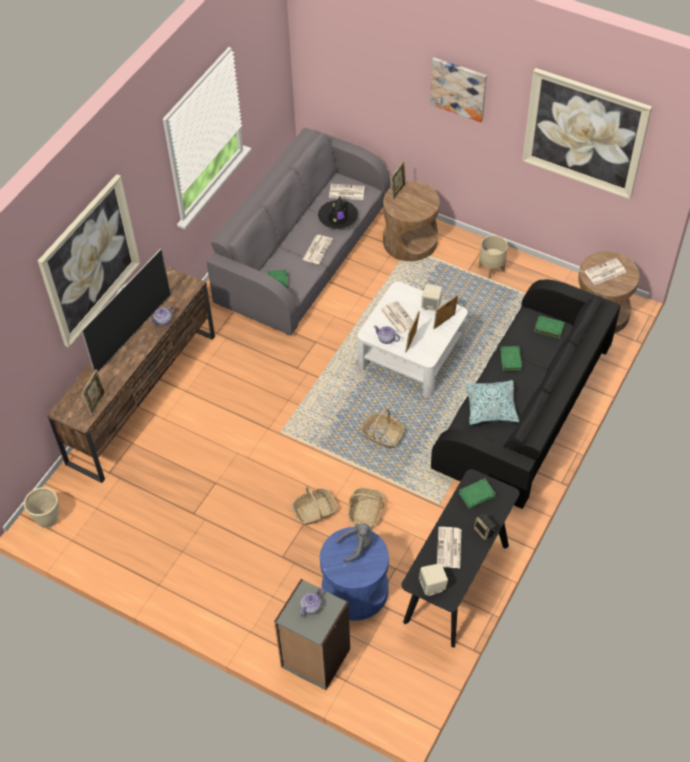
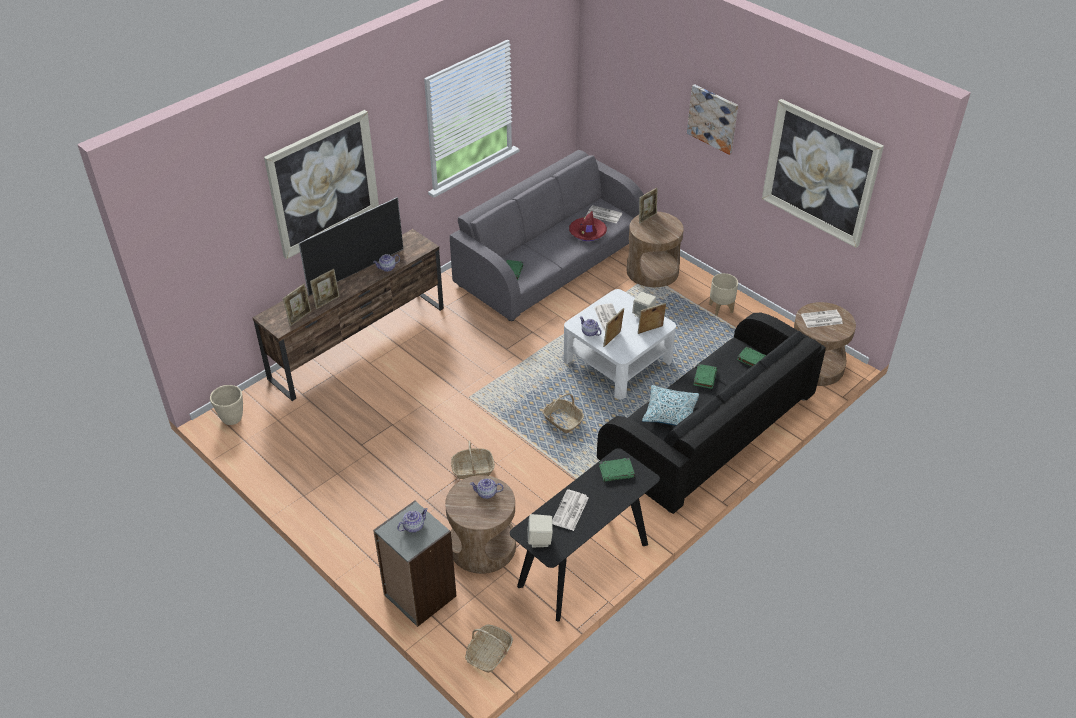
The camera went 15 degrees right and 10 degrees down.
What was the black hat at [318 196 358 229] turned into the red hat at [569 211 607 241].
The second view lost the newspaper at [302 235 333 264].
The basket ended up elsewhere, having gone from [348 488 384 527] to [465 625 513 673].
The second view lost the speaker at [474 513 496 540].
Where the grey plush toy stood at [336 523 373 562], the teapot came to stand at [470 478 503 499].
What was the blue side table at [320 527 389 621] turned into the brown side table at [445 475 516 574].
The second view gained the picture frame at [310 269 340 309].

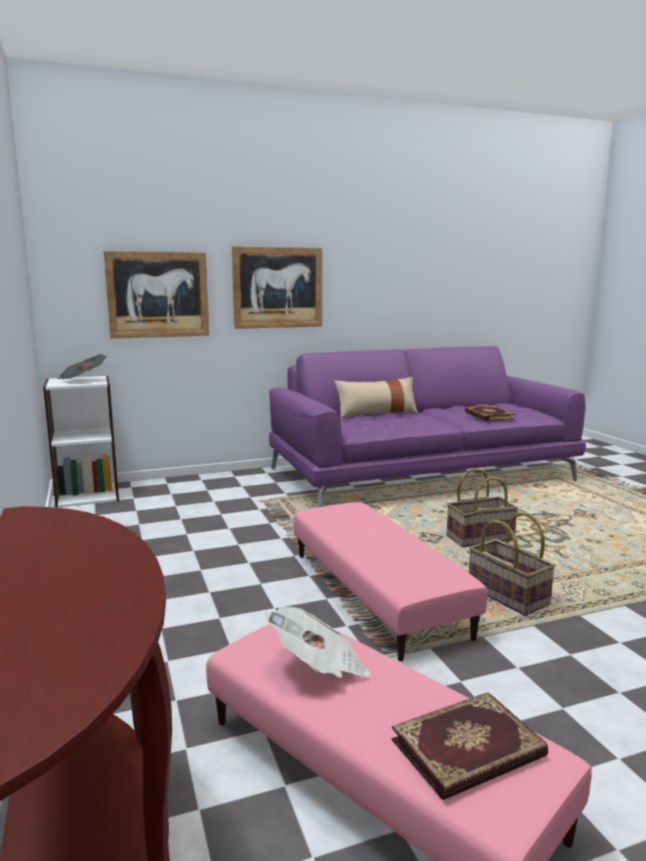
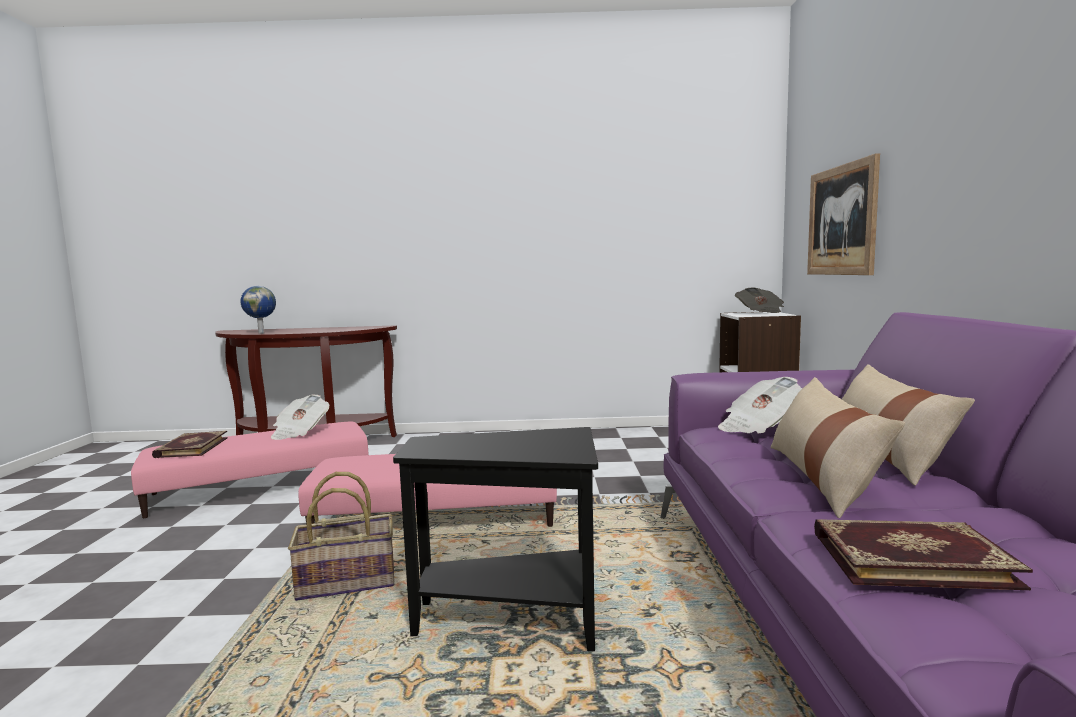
The camera went 110 degrees right and 5 degrees down.
The second view lost the picture at [232 246 322 329].
Where the basket stood at [447 468 518 547], the black side table came to stand at [393 427 598 651].
The second view gained the globe at [241 286 276 333].
The second view gained the newspaper at [718 377 802 434].
The second view gained the beige pillow at [771 377 905 518].

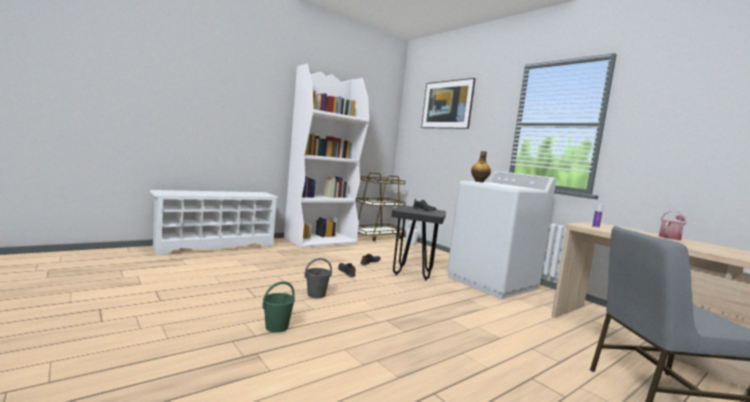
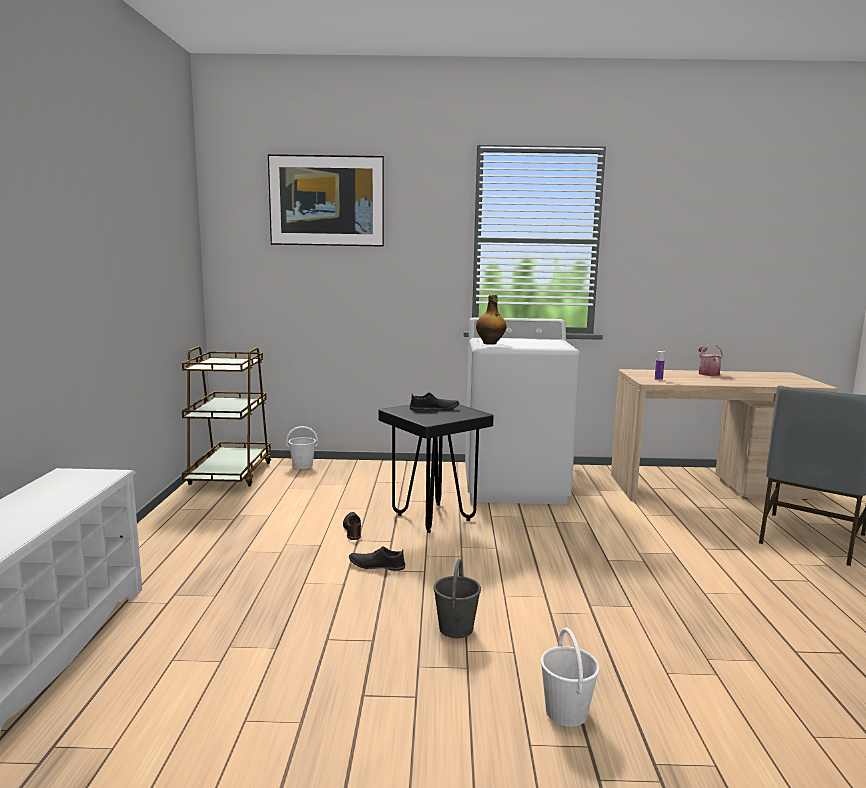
The camera went 50 degrees left and 5 degrees up.
The second view lost the white bookcase at [284 64 369 248].
What was the green bucket at [262 281 295 333] turned into the white bucket at [540 627 600 727].

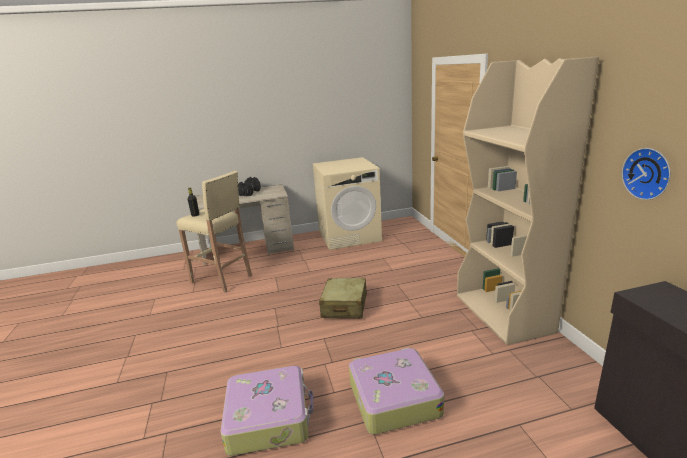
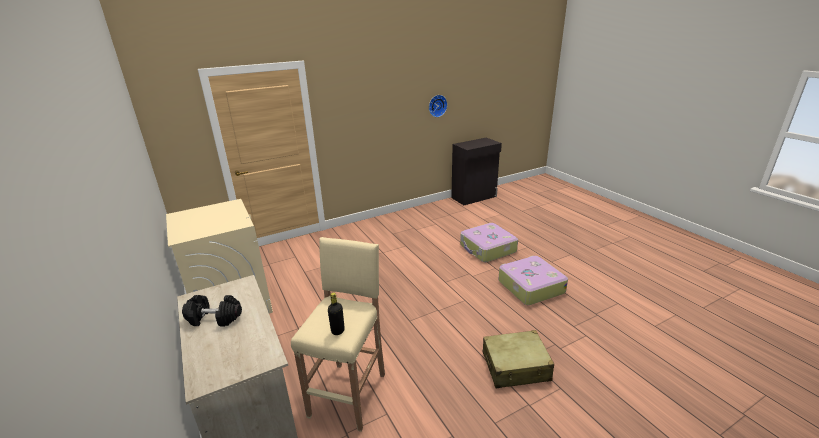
The camera went 105 degrees left and 5 degrees up.
The second view lost the beige bookcase at [457 56 599 345].
The beige suitcase ended up elsewhere, having gone from [319 278 367 319] to [483 330 554 388].

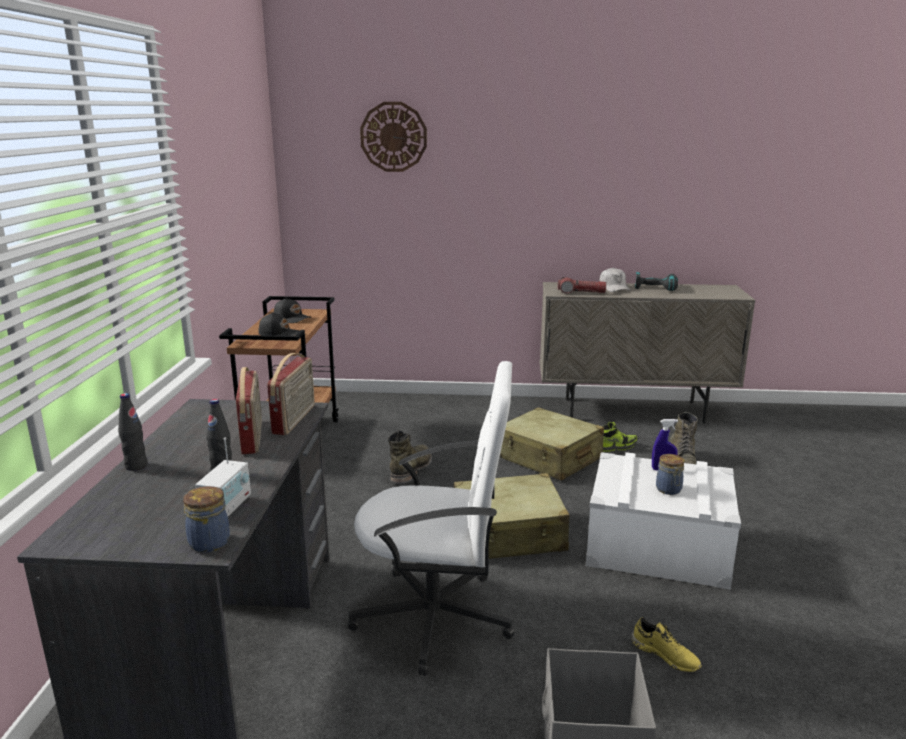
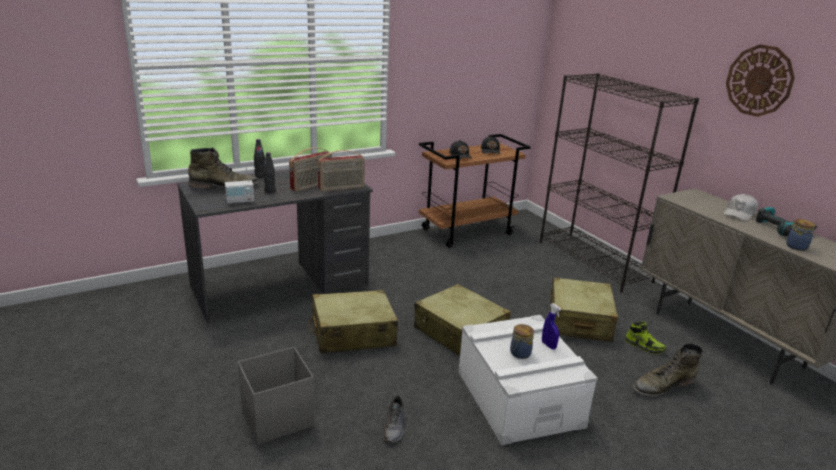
The camera went 55 degrees right and 5 degrees up.
The wall clock ended up elsewhere, having gone from [360 102 427 172] to [726 44 795 117].
The second view lost the flashlight at [558 277 606 294].
Where the white office chair stood at [348 361 515 676], the beige suitcase came to stand at [308 290 398 353].
The green boot ended up elsewhere, having gone from [388 430 432 484] to [188 147 259 190].
The jar ended up elsewhere, having gone from [183 486 230 553] to [786 219 816 251].
What was the yellow shoe at [631 618 702 672] turned into the grey shoe at [383 396 404 443].
The second view gained the black bookcase at [540 73 699 292].

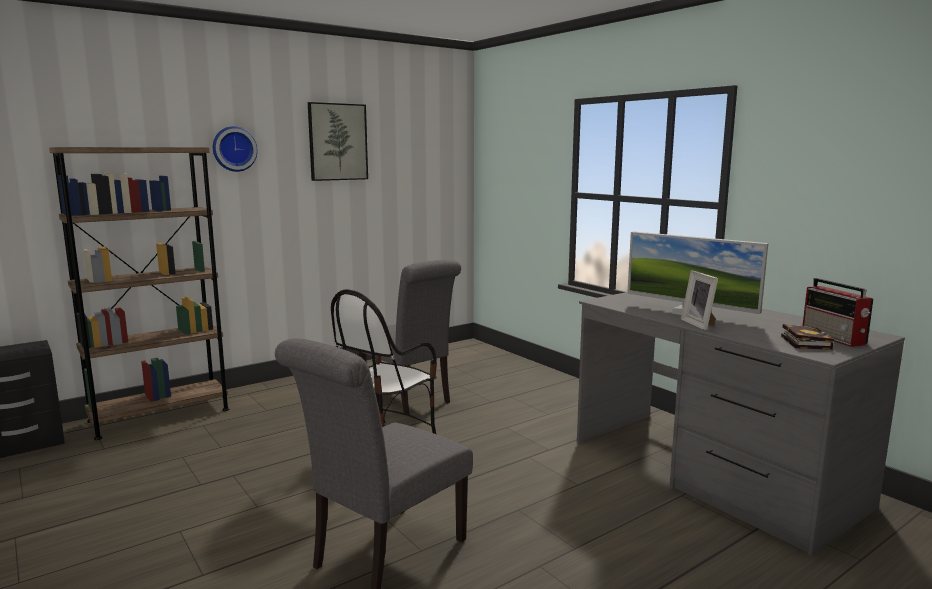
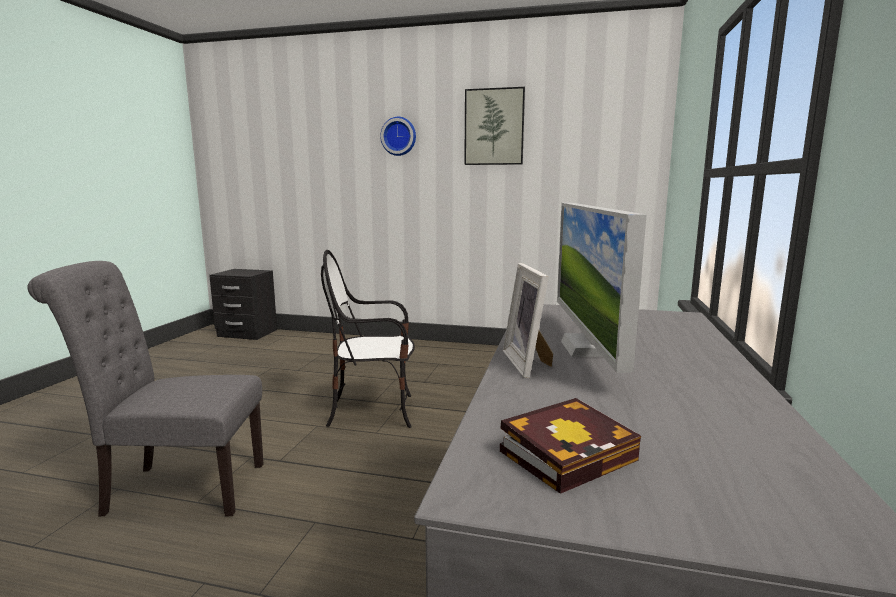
The camera went 50 degrees right and 0 degrees up.
The second view lost the brown bookcase at [49 147 230 440].
The second view lost the grey chair at [358 260 461 416].
The picture frame at [681 270 718 330] ended up facing another way, 45 degrees counterclockwise from before.
The second view lost the radio at [803 278 873 347].

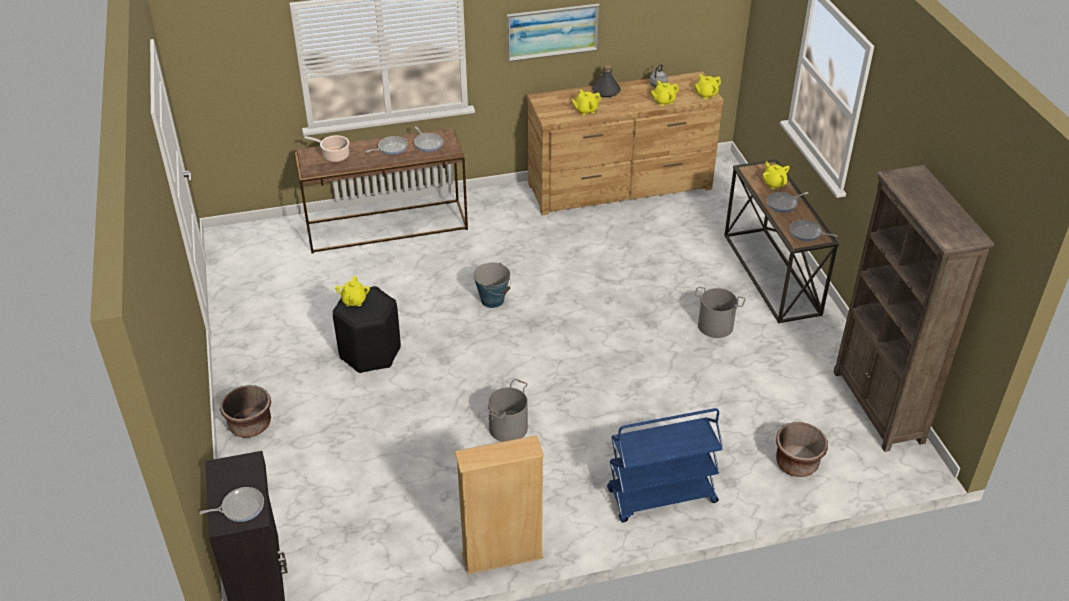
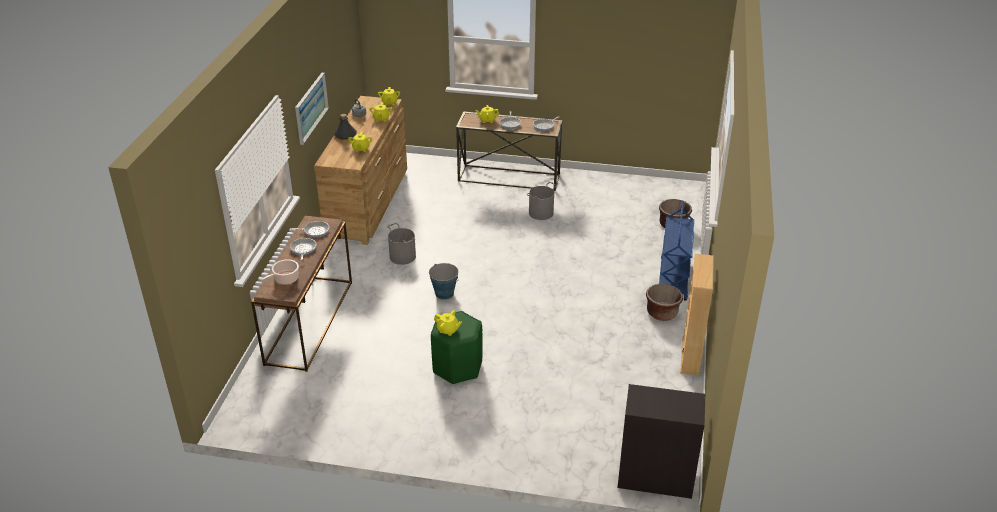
The camera went 65 degrees left and 5 degrees down.
The second view lost the brown bookcase at [834 165 994 452].
What was the black stool at [333 286 401 373] turned into the green stool at [431 311 482 384].
The grey bucket ended up elsewhere, having gone from [488 379 528 442] to [387 223 416 265].
The brown planter ended up elsewhere, having gone from [220 385 271 438] to [646 284 683 321].
The second view lost the frying pan at [199 487 264 522].

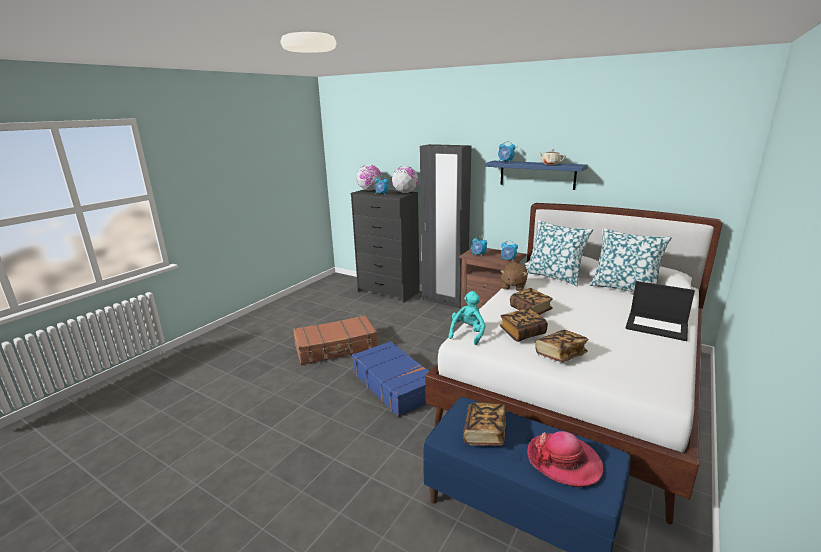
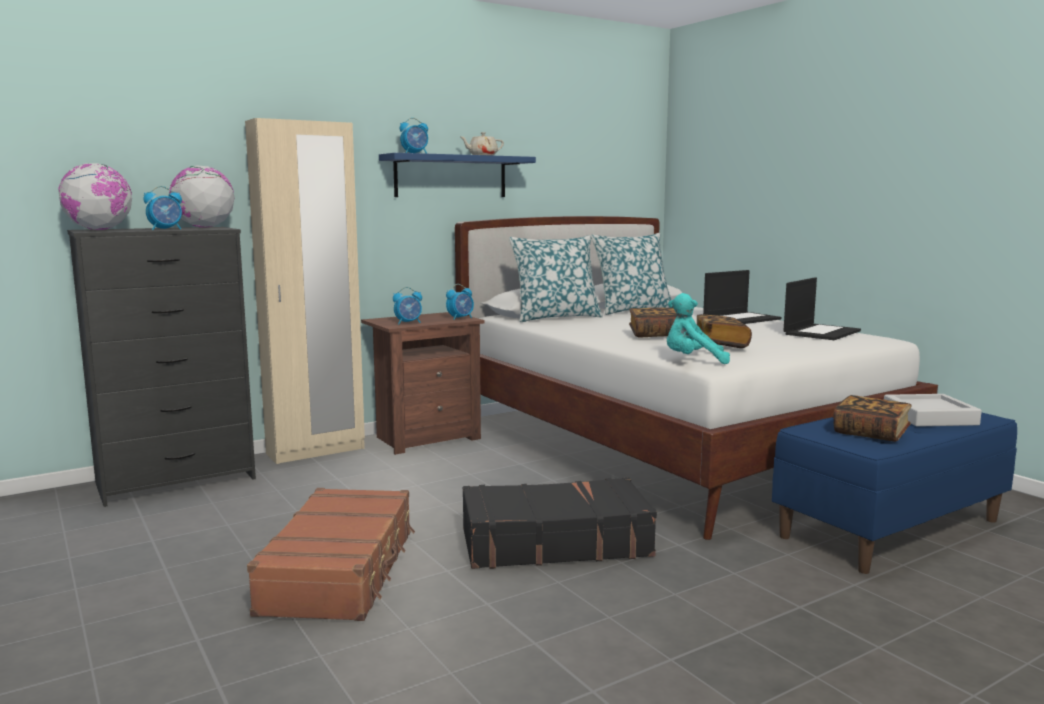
The camera went 65 degrees left and 10 degrees down.
What was the black wardrobe at [420 144 472 309] turned into the beige wardrobe at [245 118 365 464].
The second view lost the brown plush toy at [500 263 528 291].
The turquoise plush toy at [449 291 485 345] ended up facing another way, 45 degrees counterclockwise from before.
The second view lost the book at [535 330 588 362].
What was the blue suitcase at [352 341 430 417] turned into the black suitcase at [463 477 657 569].
Where the hat stood at [527 431 603 488], the grey tray came to stand at [884 394 982 427].
The second view gained the laptop at [783 278 861 340].

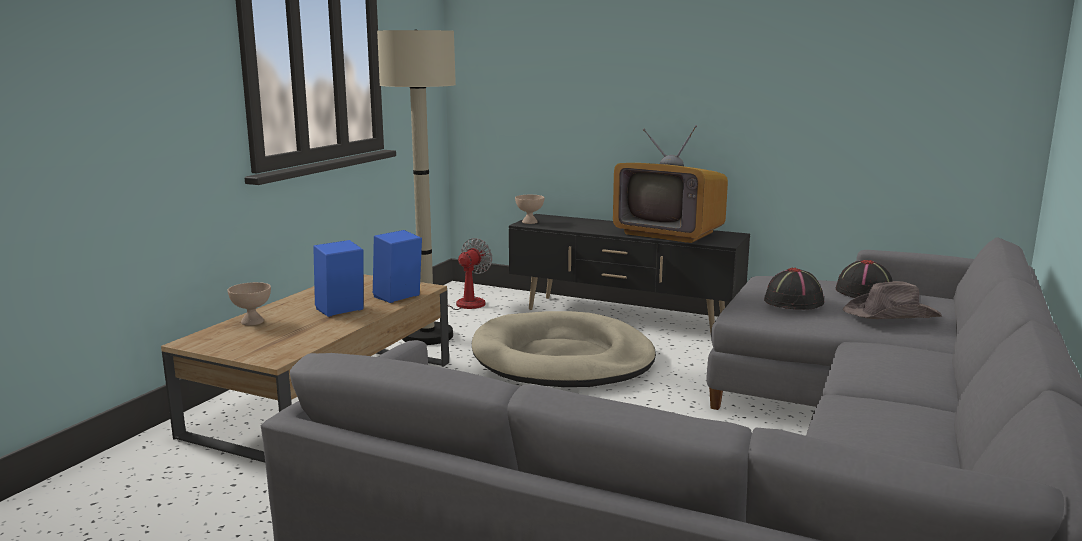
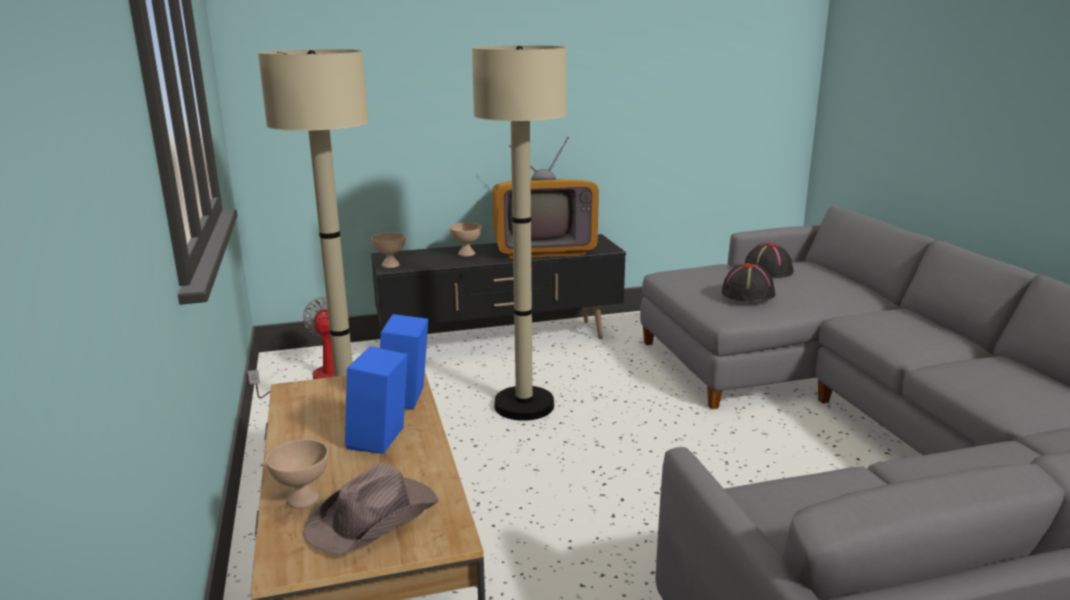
The camera went 40 degrees left and 5 degrees up.
The brown hat ended up elsewhere, having gone from [843 281 942 319] to [303 463 439 555].
Where the beige dog bed stood at [472 311 656 387], the beige floor lamp came to stand at [472 45 567 421].
The second view gained the beige bowl at [449 223 482 257].

